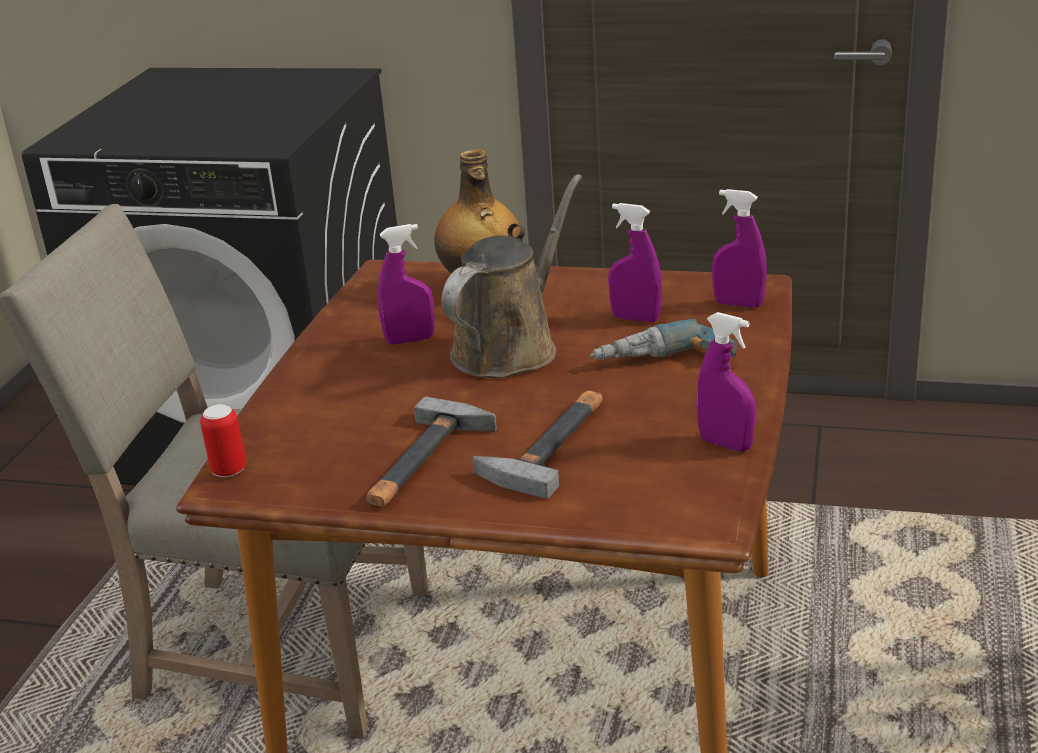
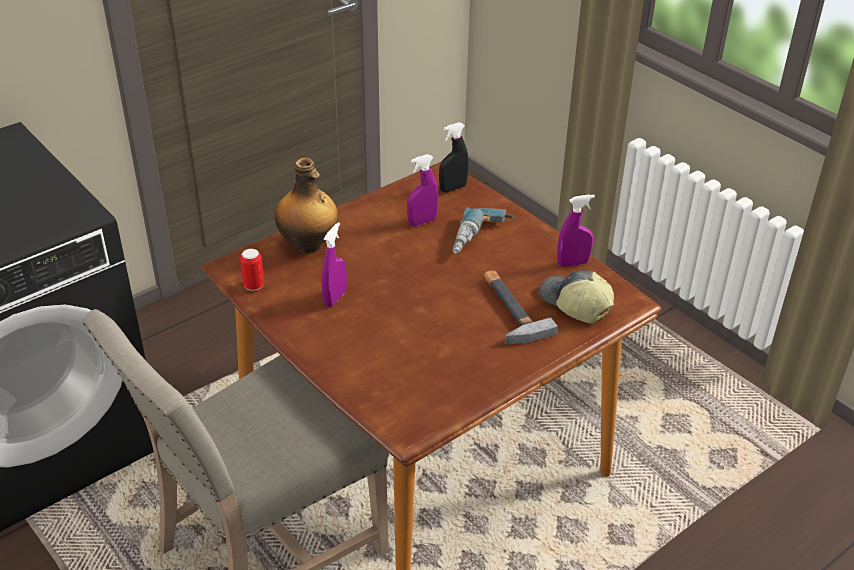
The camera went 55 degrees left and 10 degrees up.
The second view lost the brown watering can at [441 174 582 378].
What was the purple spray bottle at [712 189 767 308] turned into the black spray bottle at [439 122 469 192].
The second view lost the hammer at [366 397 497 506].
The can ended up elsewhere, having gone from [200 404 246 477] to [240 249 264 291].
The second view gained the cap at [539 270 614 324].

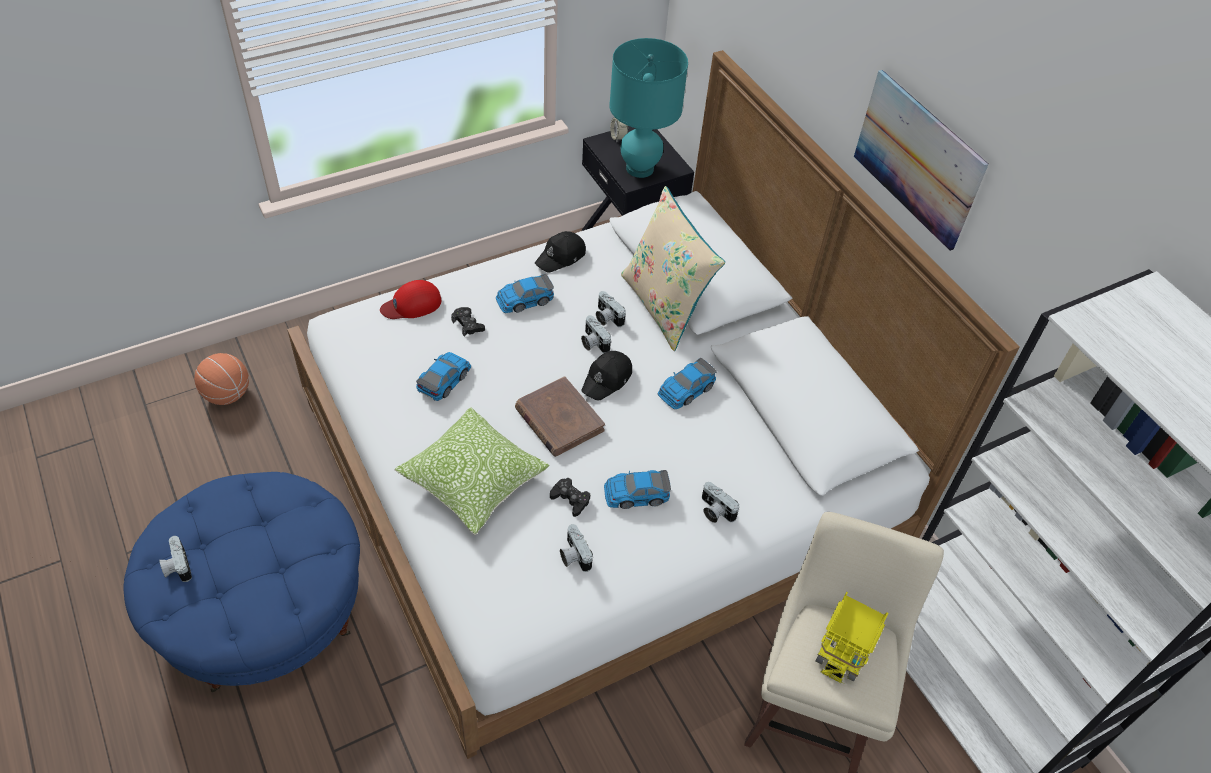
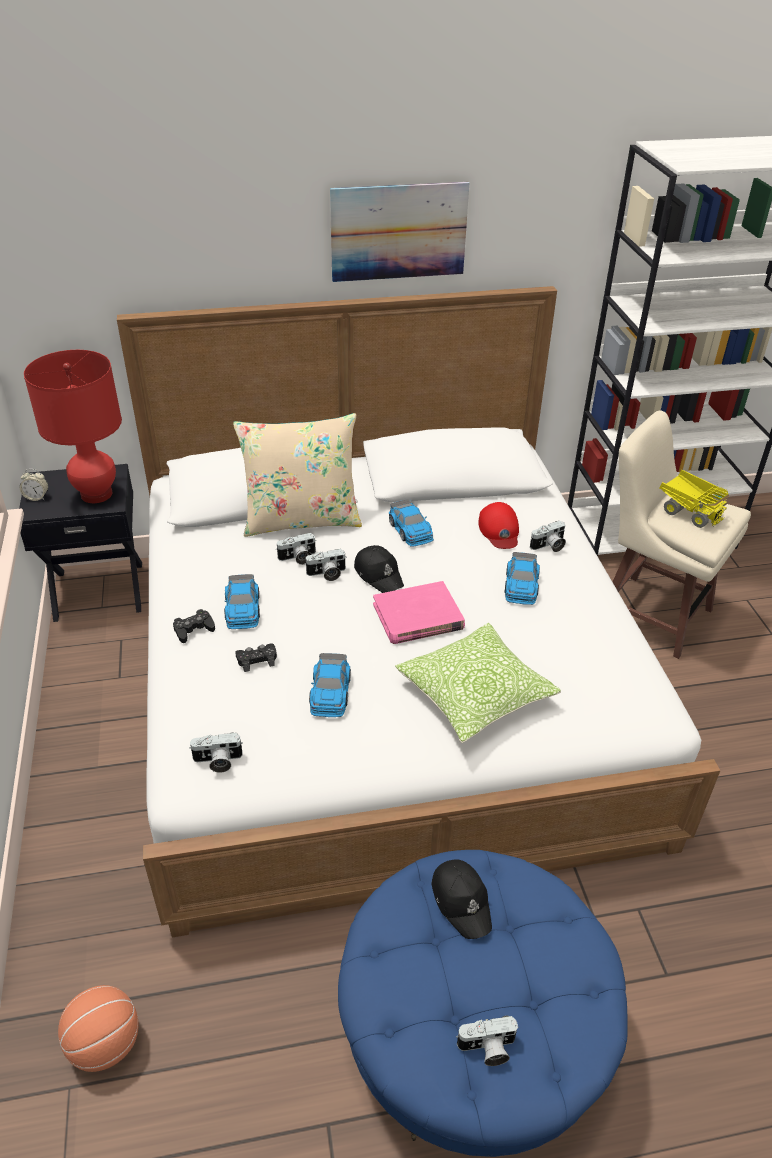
The camera went 70 degrees left and 10 degrees down.
What was the turquoise table lamp at [609 38 688 178] turned into the red table lamp at [24 350 122 503].
The black cap ended up elsewhere, having gone from [535 231 586 273] to [432 859 492 939].
The red cap ended up elsewhere, having gone from [380 280 441 319] to [478 502 519 549].
The toy car at [416 352 471 401] ended up facing another way, 135 degrees counterclockwise from before.
What was the brown book at [515 377 605 457] turned into the pink book at [373 581 465 644].
The black game controller ended up elsewhere, having gone from [550 478 590 517] to [173 609 215 643].
The photo camera ended up elsewhere, having gone from [560 524 593 572] to [189 732 243 773].

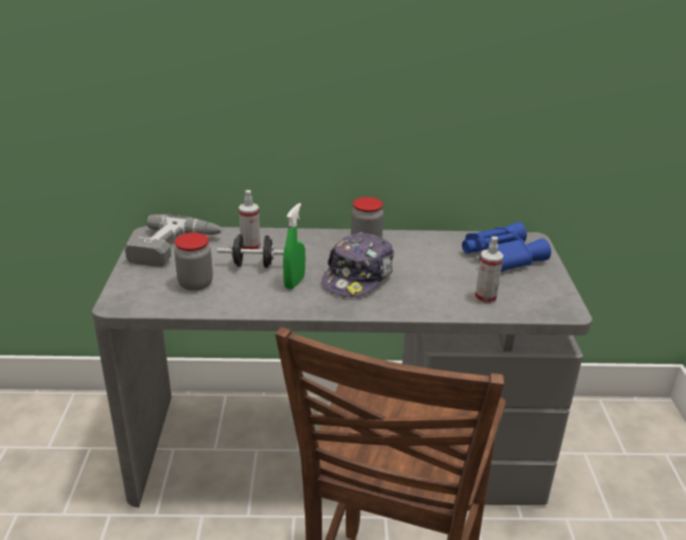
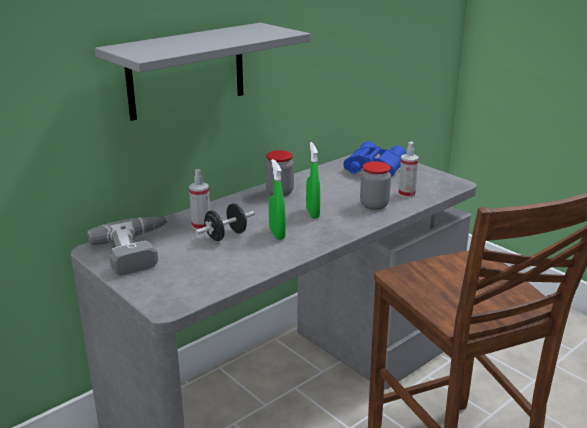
The camera went 40 degrees left and 5 degrees down.
Where the cap stood at [322 232 394 297], the green spray bottle came to stand at [306 142 320 218].
The jar ended up elsewhere, having gone from [174 233 213 291] to [360 161 391 210].
The second view gained the grey shelf at [95 23 310 121].

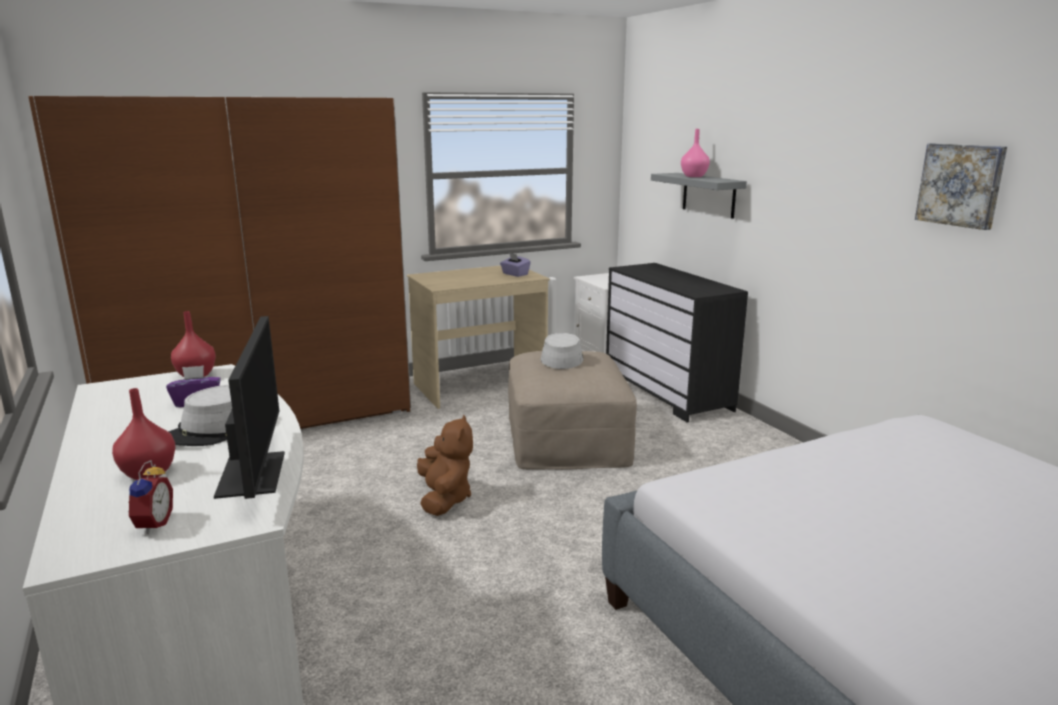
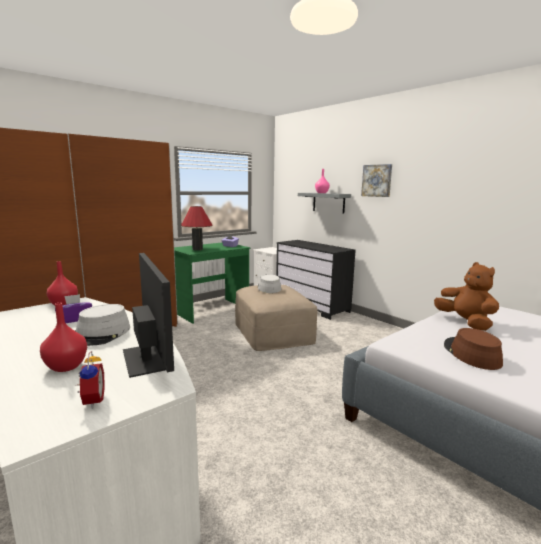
The camera went 15 degrees left and 5 degrees down.
The picture ended up elsewhere, having gone from [915 143 1007 230] to [361 164 392 197].
What was the beige desk at [407 265 550 409] turned into the green desk at [174 243 250 324].
The brown plush toy ended up elsewhere, having gone from [417 414 473 516] to [434 262 499 331].
The second view gained the red table lamp at [181 206 213 250].
The second view gained the brown hat at [444 328 503 370].

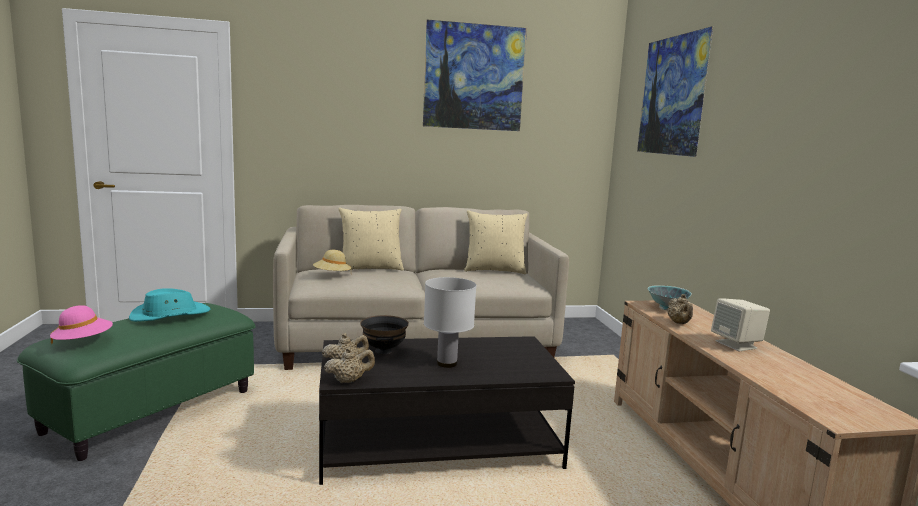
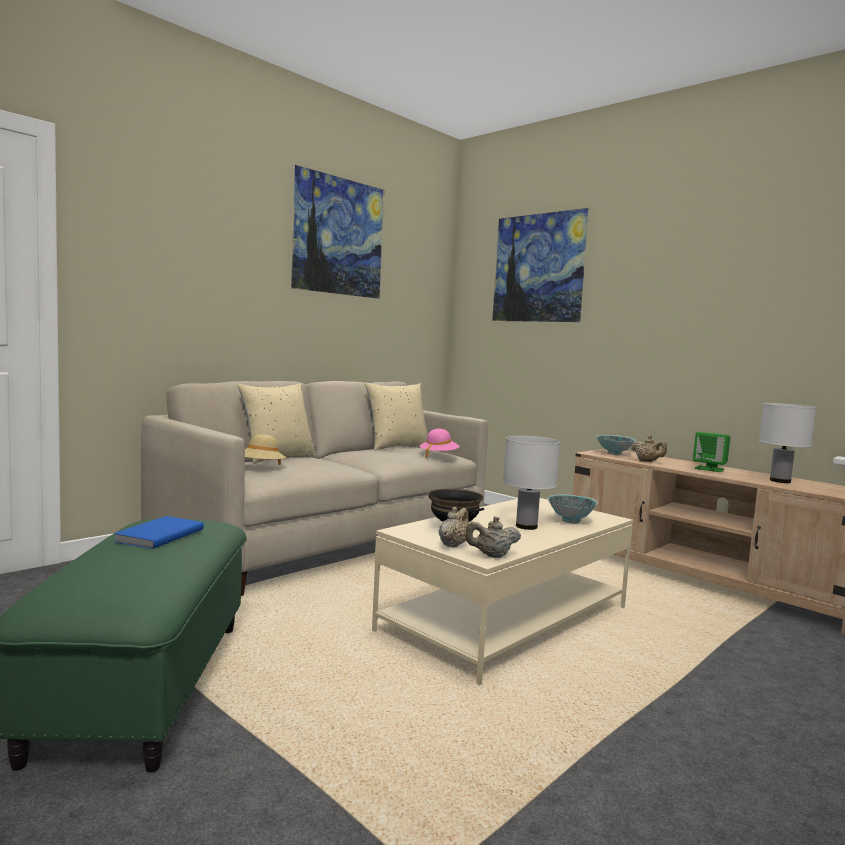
The camera went 35 degrees left and 5 degrees down.
Where the turquoise hat stood at [129 288 210 322], the blue book came to stand at [113 516 204 549].
What was the beige speaker at [711 298 770 351] turned into the green speaker at [693 432 731 472].
The pink hat ended up elsewhere, having gone from [50 305 113 344] to [420 429 460 458].
What was the black coffee table at [319 336 575 485] turned into the beige coffee table at [372 498 633 686].
The beige teapot at [324 347 375 383] ended up facing another way, 135 degrees counterclockwise from before.
The second view gained the white table lamp at [759 403 816 483].
The second view gained the bowl at [547 495 598 524].

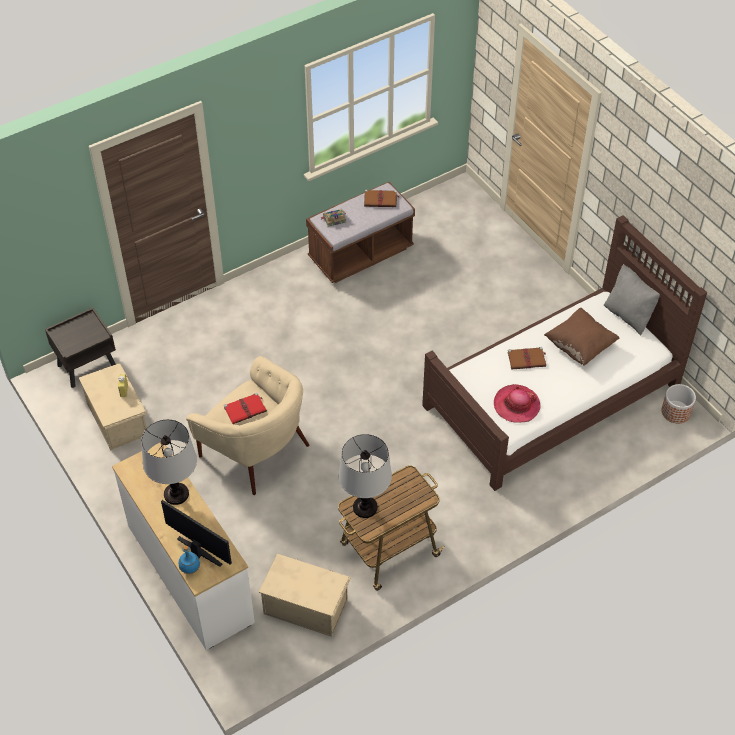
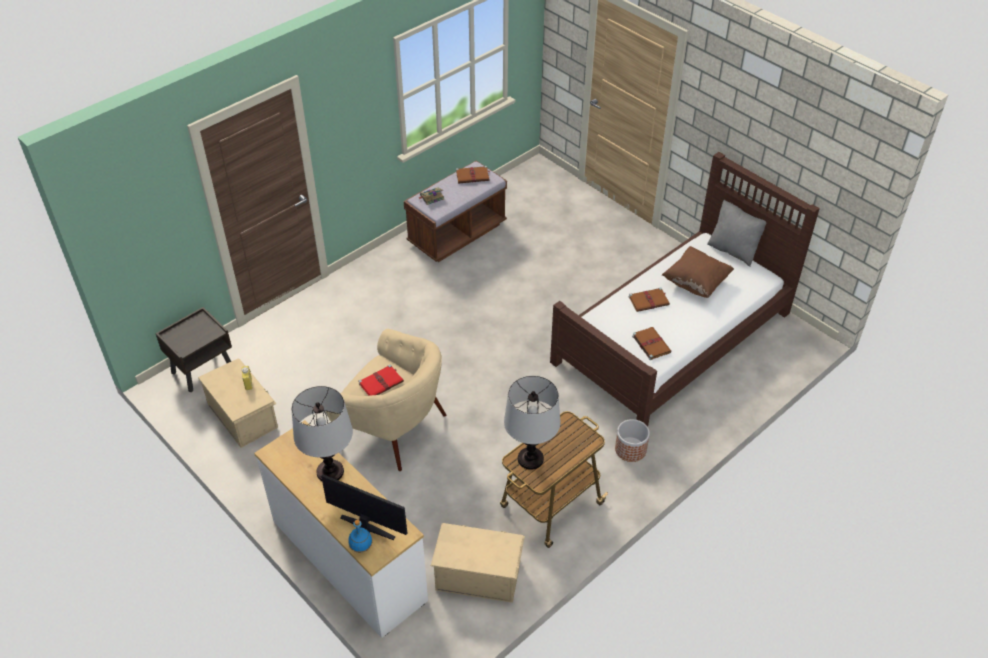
The camera went 10 degrees left and 5 degrees down.
Where the hat stood at [494 384 541 423], the brown book came to stand at [632 327 672 360].
The planter ended up elsewhere, having gone from [661 384 696 424] to [615 419 650 462].

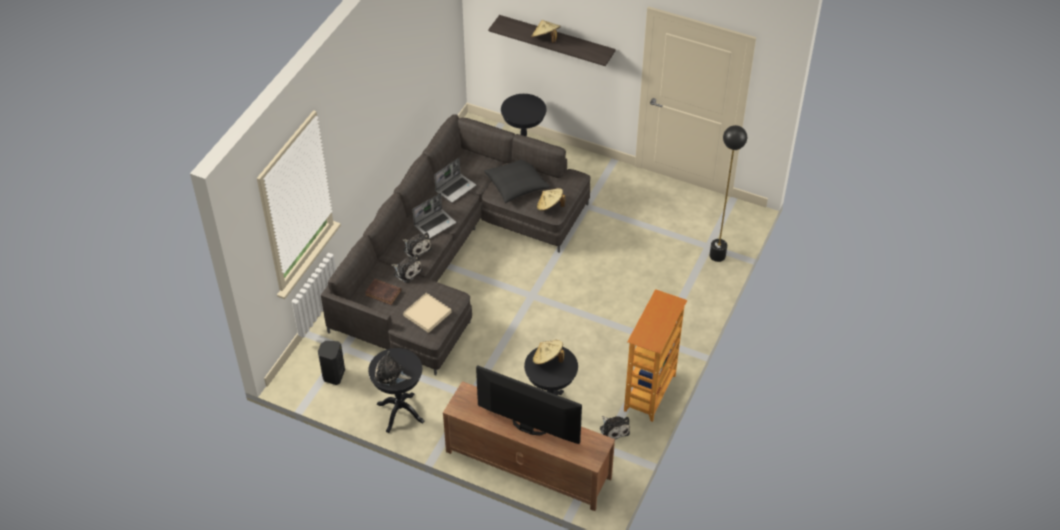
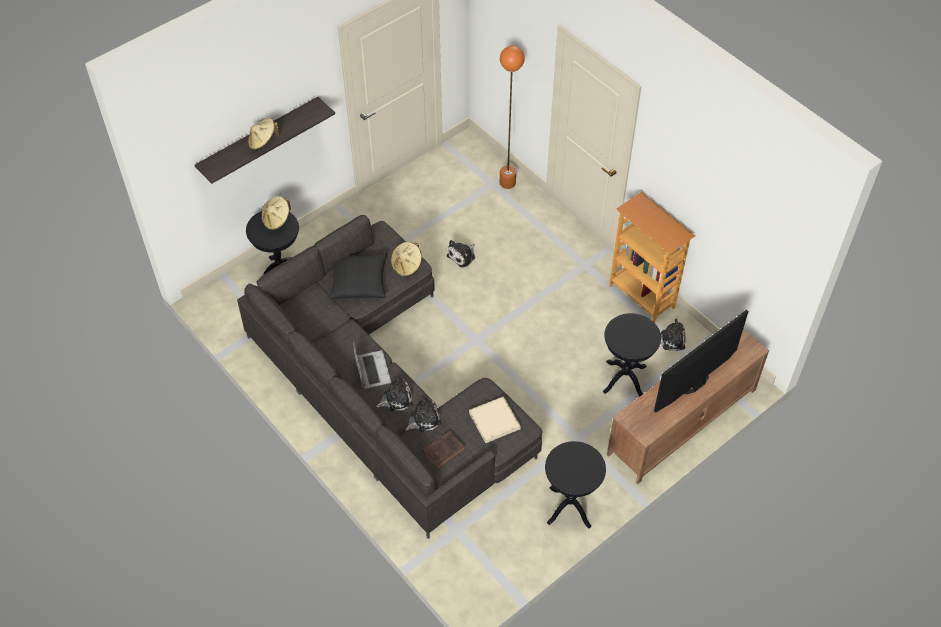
The camera went 65 degrees left and 5 degrees up.
What was the black floor lamp at [710 125 747 262] turned into the orange floor lamp at [500 46 525 189].
The second view lost the laptop at [434 158 476 203].
The beige hat ended up elsewhere, having gone from [533 340 564 365] to [261 196 291 230].
The second view lost the black speaker at [318 341 345 385].
The plush toy ended up elsewhere, having gone from [374 351 411 386] to [447 240 475 268].

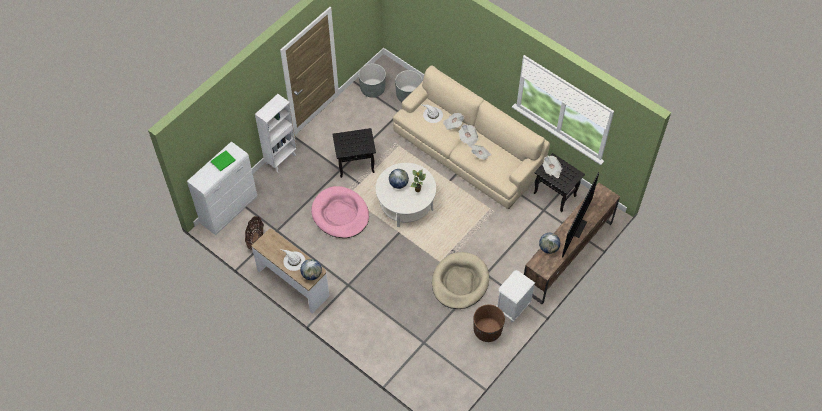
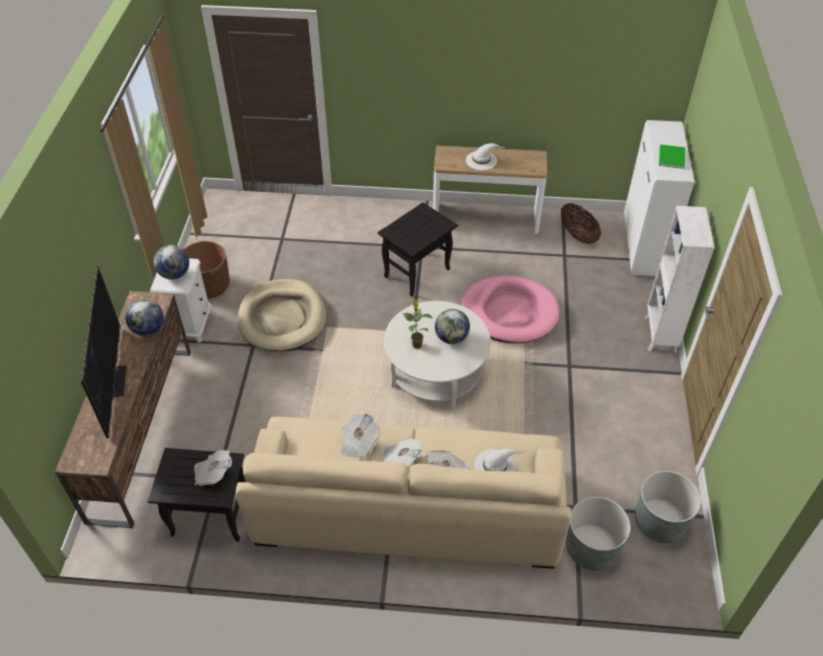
The camera went 145 degrees right and 10 degrees down.
The black side table ended up elsewhere, having gone from [332 128 376 178] to [378 203 458 297].
The globe ended up elsewhere, having gone from [300 259 322 280] to [154 245 189 280].

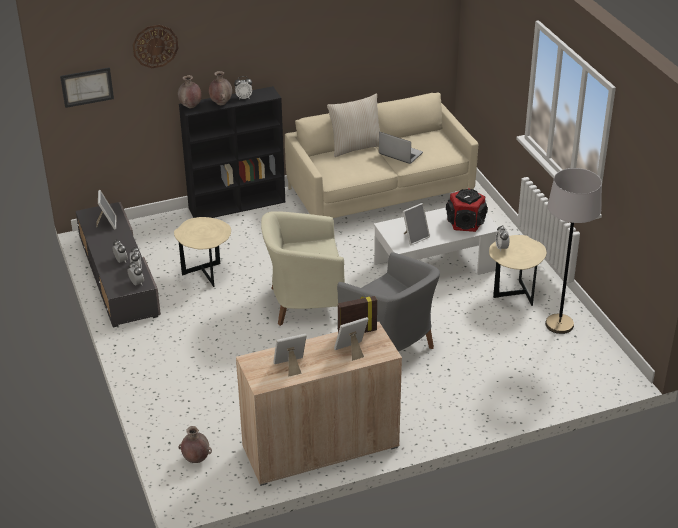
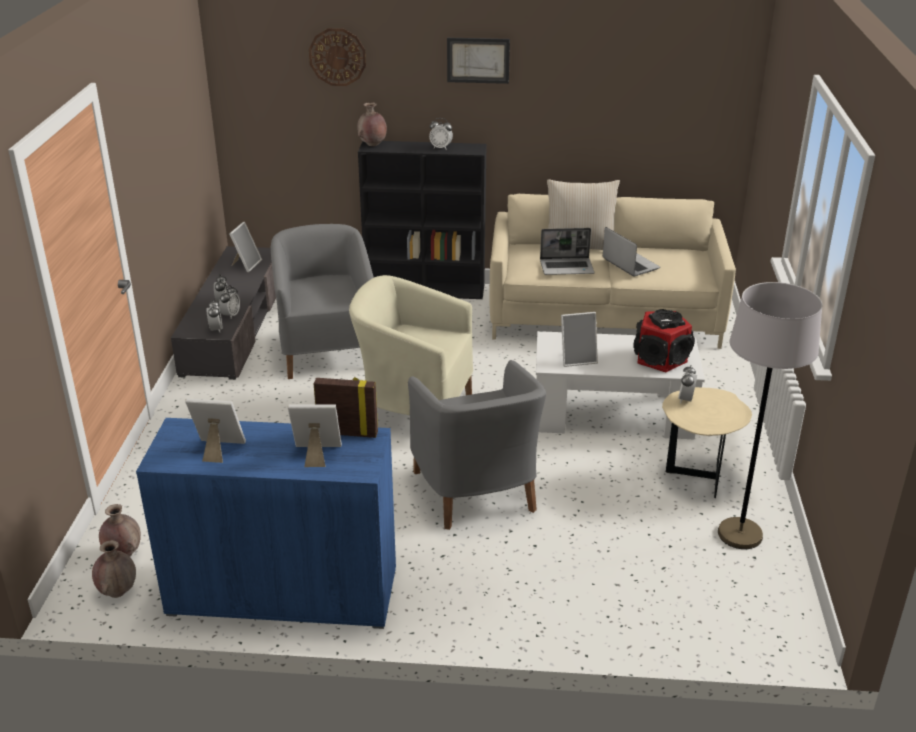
The camera went 25 degrees right and 5 degrees down.
The picture ended up elsewhere, having gone from [60 67 114 108] to [447 38 510 84].
The brown vase ended up elsewhere, having gone from [209 71 232 105] to [92 540 136 598].
Where the beige side table stood at [174 217 231 287], the grey armchair came to stand at [271 224 374 379].
What was the beige cabinet at [236 322 402 486] turned into the blue cabinet at [136 418 396 629].
The second view gained the laptop at [540 228 594 275].

